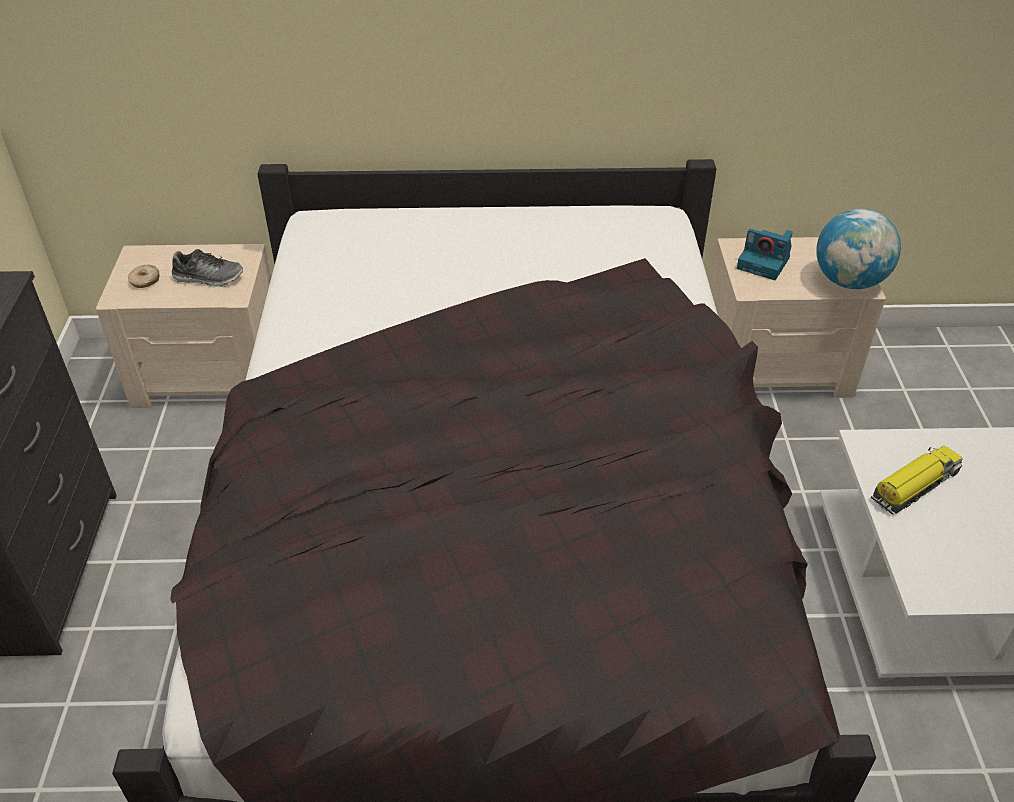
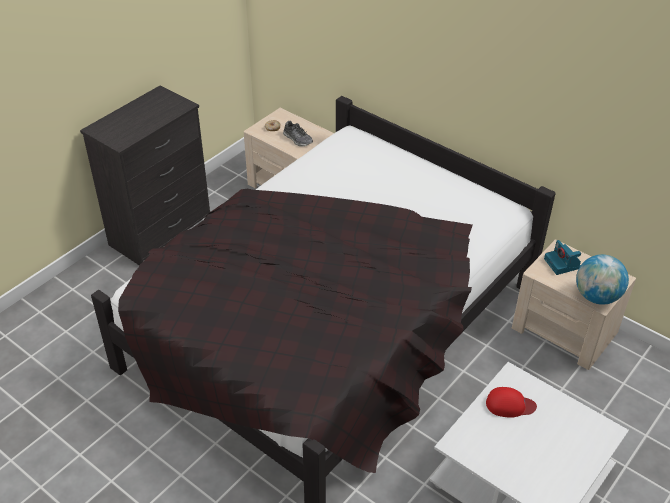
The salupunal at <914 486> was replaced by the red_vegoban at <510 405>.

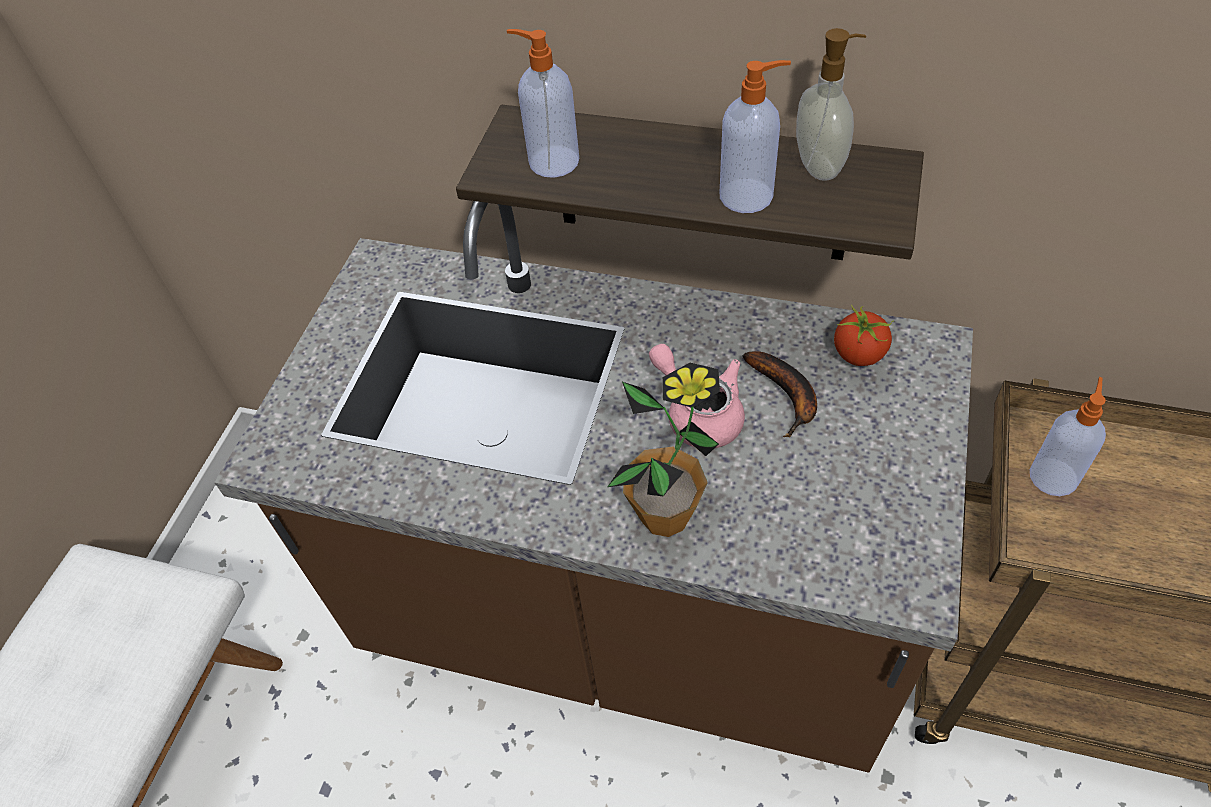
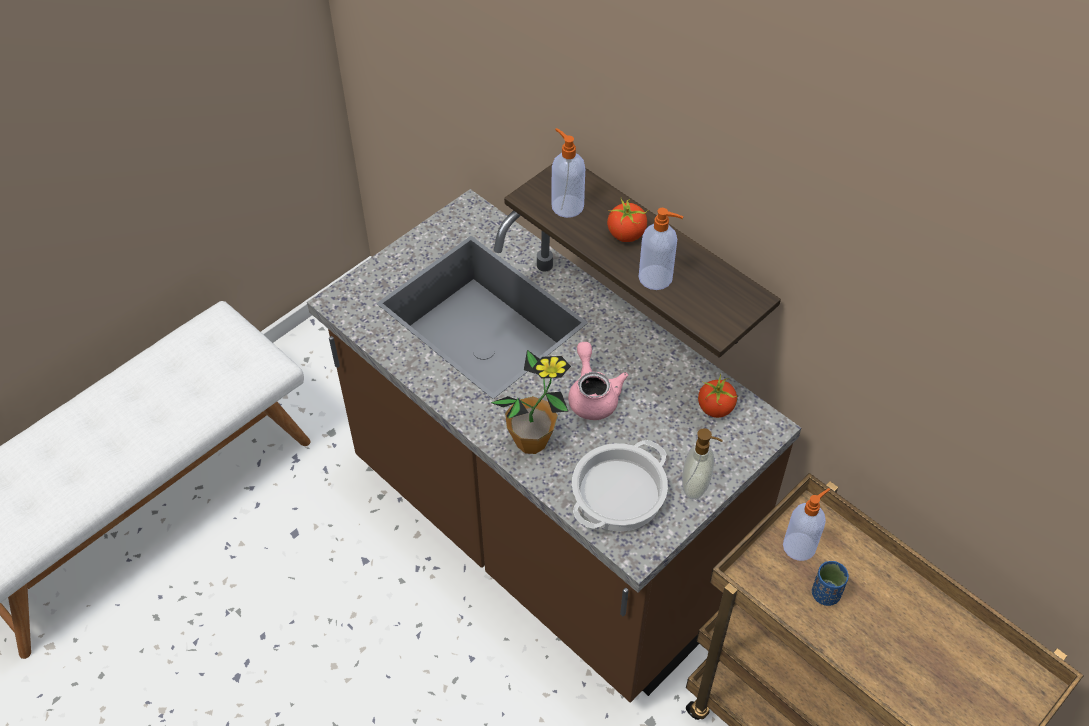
The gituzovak moved from <821 165> to <696 486>. The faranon at <787 396> disappeared. The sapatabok at <626 234> appeared. The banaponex at <619 495> appeared. The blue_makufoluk at <825 594> appeared.

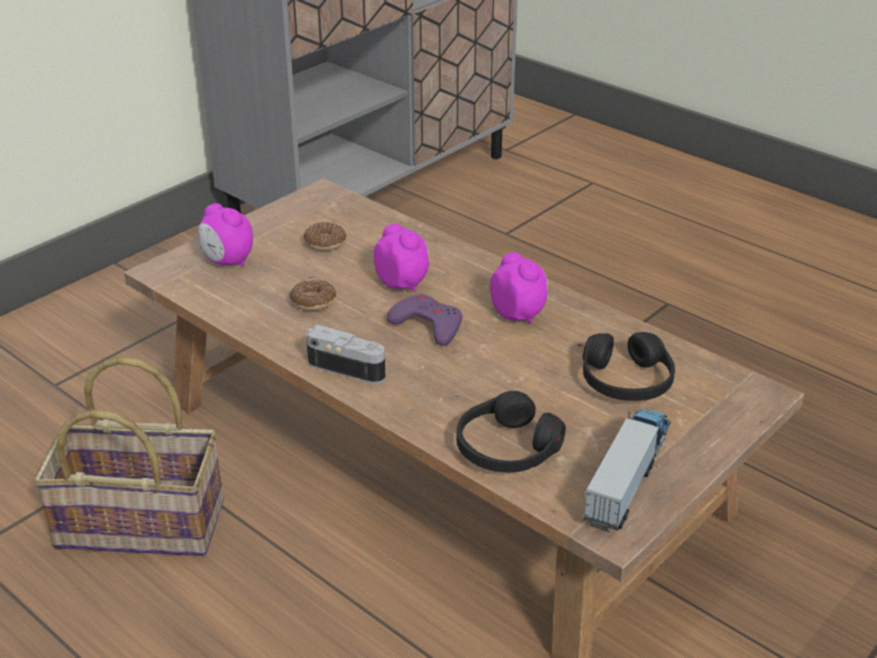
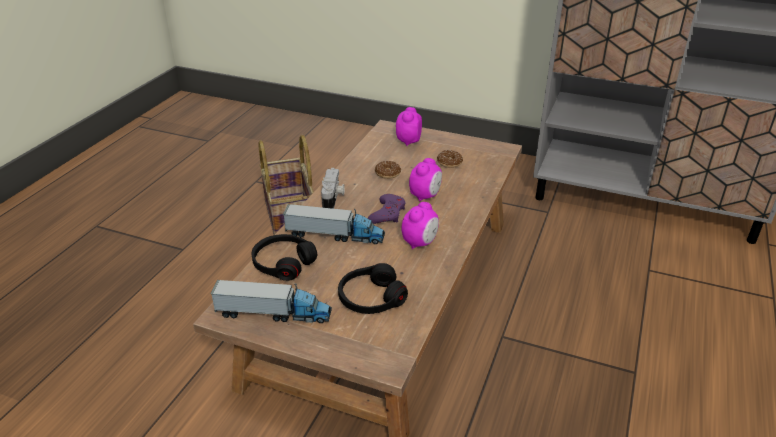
The salupunal at <335 235> appeared.

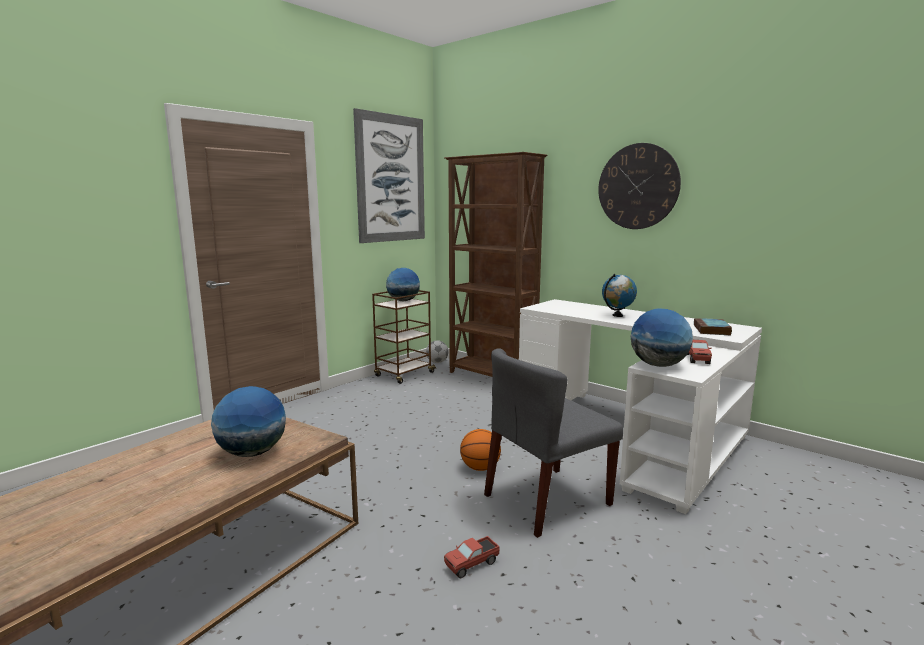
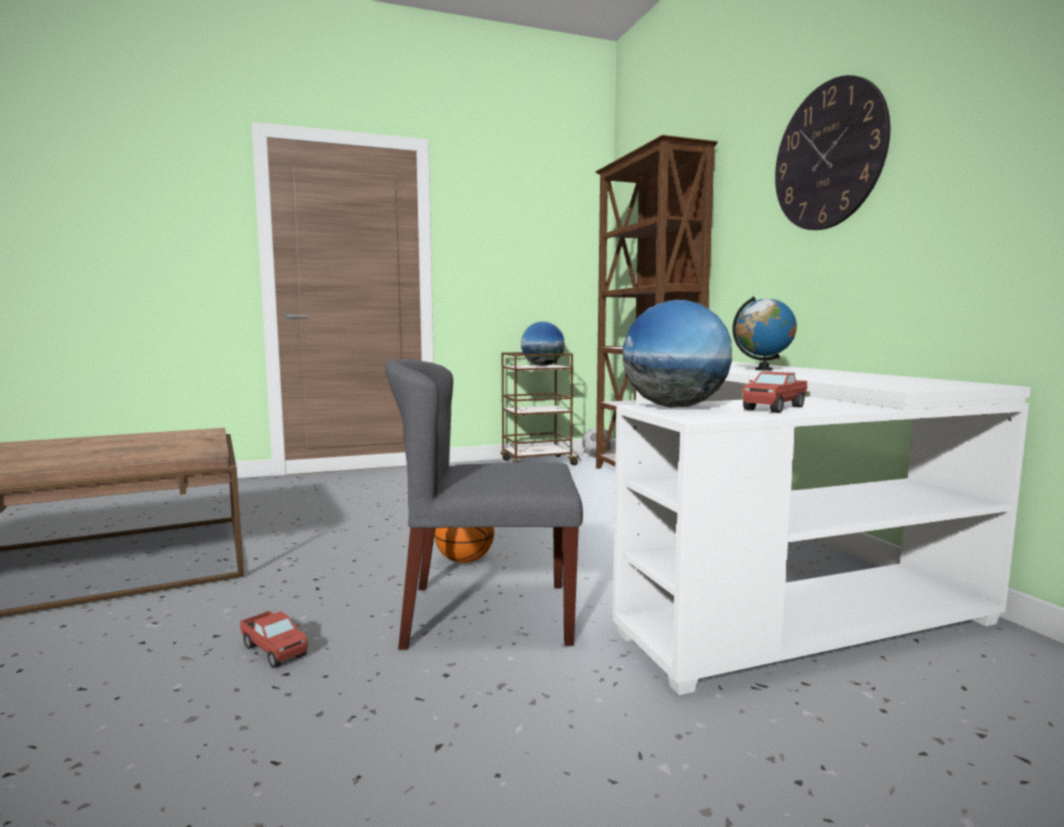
The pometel at <391 179> disappeared. The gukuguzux at <712 330> disappeared. The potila at <252 453> disappeared. The salupunal at <472 564> turned 135 degrees counterclockwise.

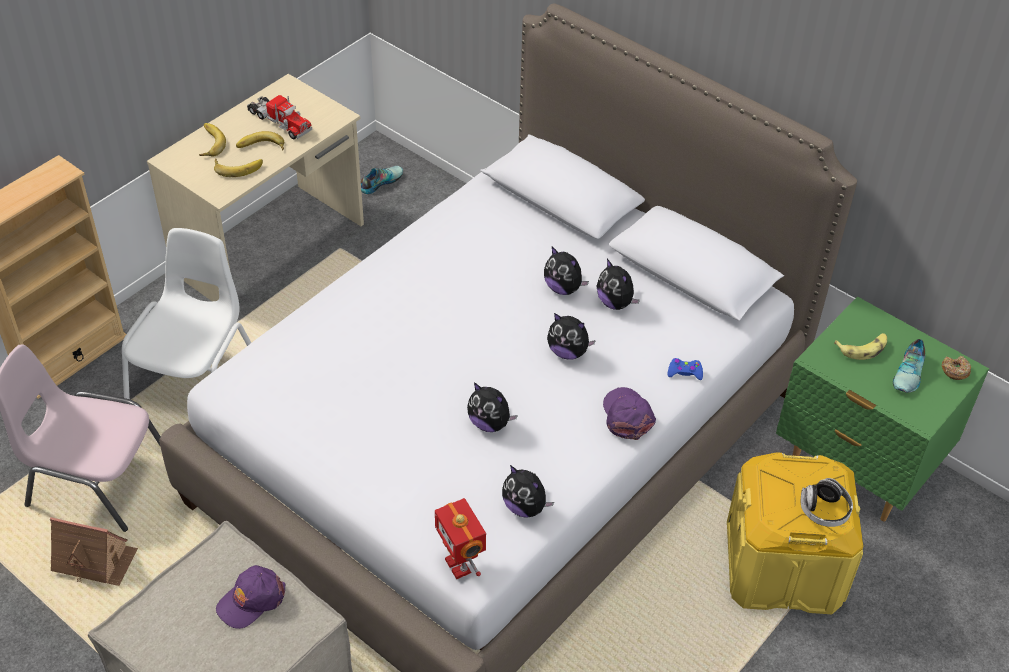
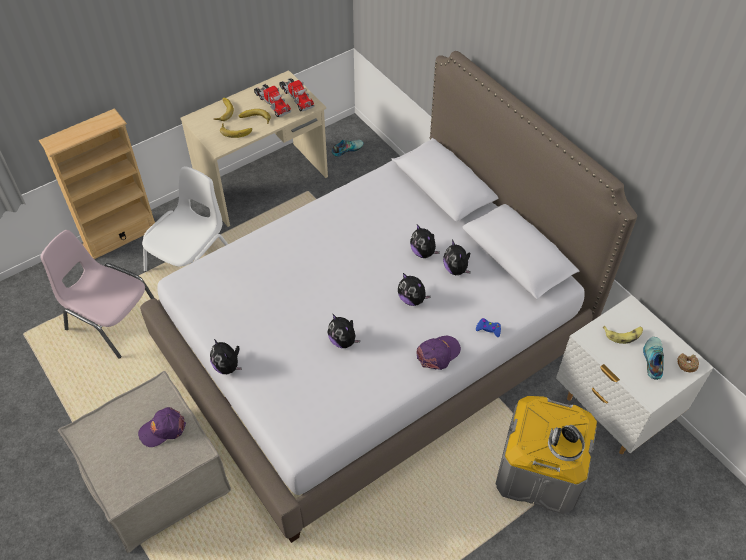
The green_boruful at <856 469> became the white_boruful at <612 412>. The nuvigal at <910 373> turned 150 degrees clockwise. The purple_vegoban at <627 416> turned 45 degrees clockwise. The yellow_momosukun at <783 566> became the grey_momosukun at <539 471>. The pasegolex moved from <525 507> to <228 366>. The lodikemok at <460 565> disappeared. The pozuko at <95 560> disappeared. The salupunal at <296 97> appeared.

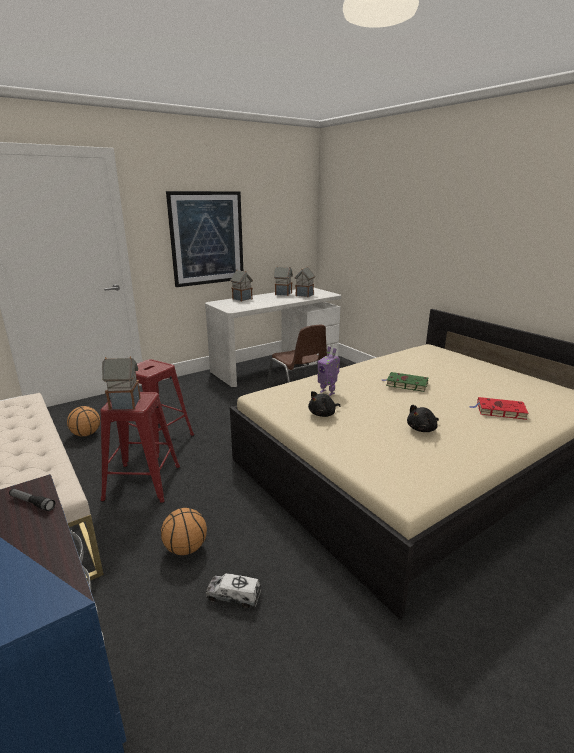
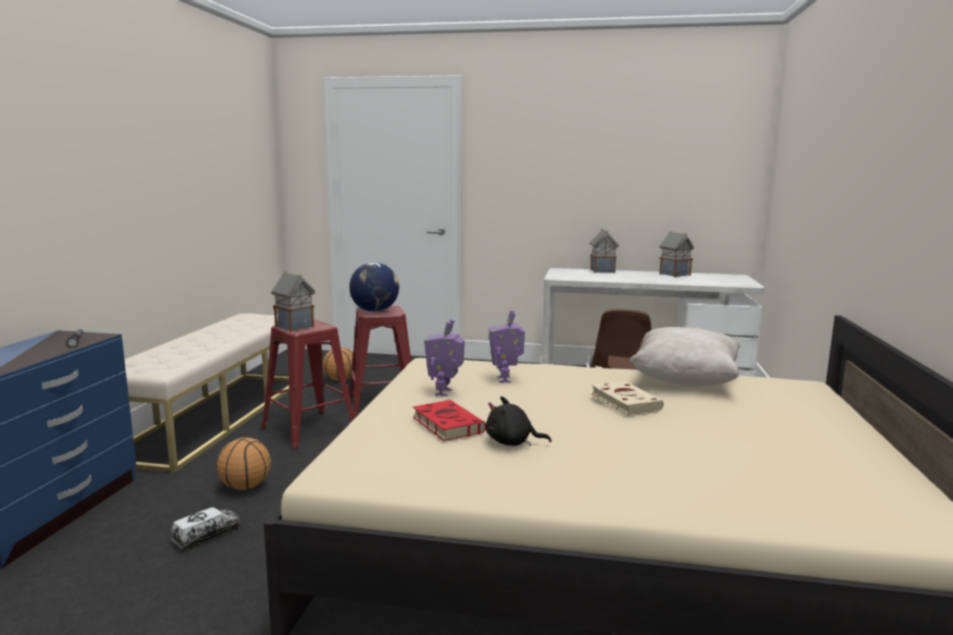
The pometel at <207 238> disappeared. The pozuko at <304 295> disappeared. The green_gukuguzux at <405 384> became the beige_gukuguzux at <623 402>. The black_pasegolex at <323 414> was replaced by the lodikemok at <444 392>. The red_gukuguzux moved from <499 411> to <446 424>. The salupunal at <233 596> turned 75 degrees clockwise. The potila at <375 311> appeared. The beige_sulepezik at <684 381> appeared.

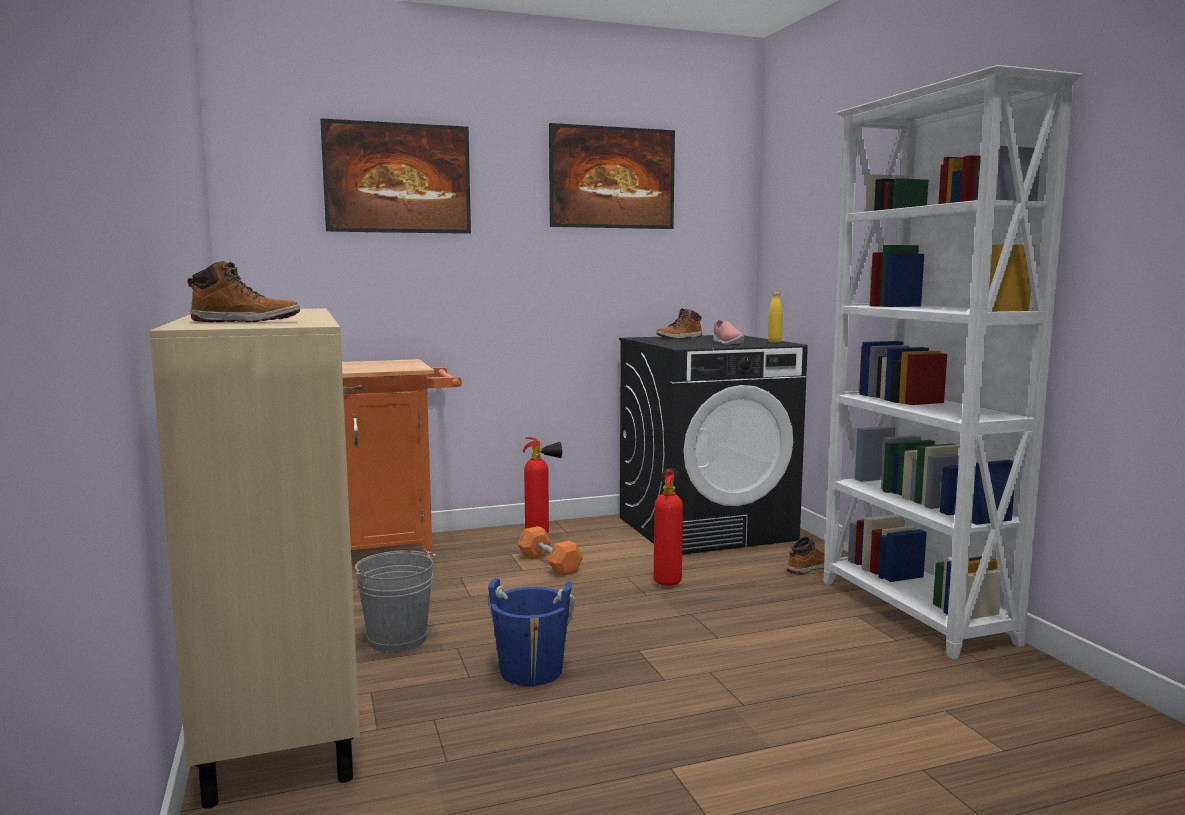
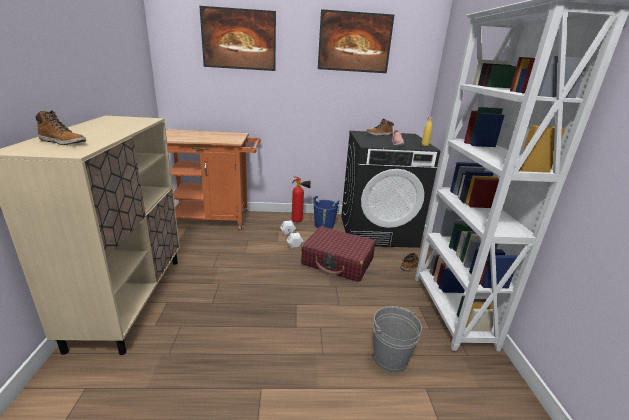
The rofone at <667 581> was replaced by the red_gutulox at <338 262>. The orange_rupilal at <549 564> became the white_rupilal at <291 240>. The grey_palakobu moved from <397 639> to <390 358>. The blue_palakobu moved from <531 671> to <324 225>.

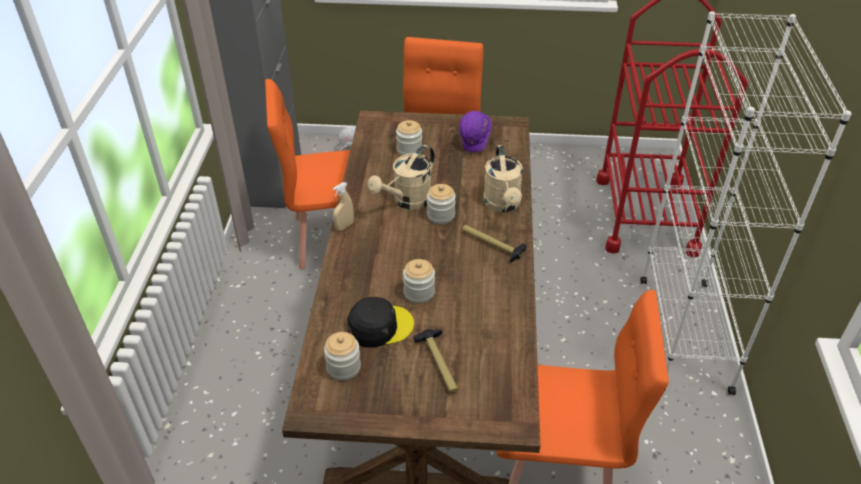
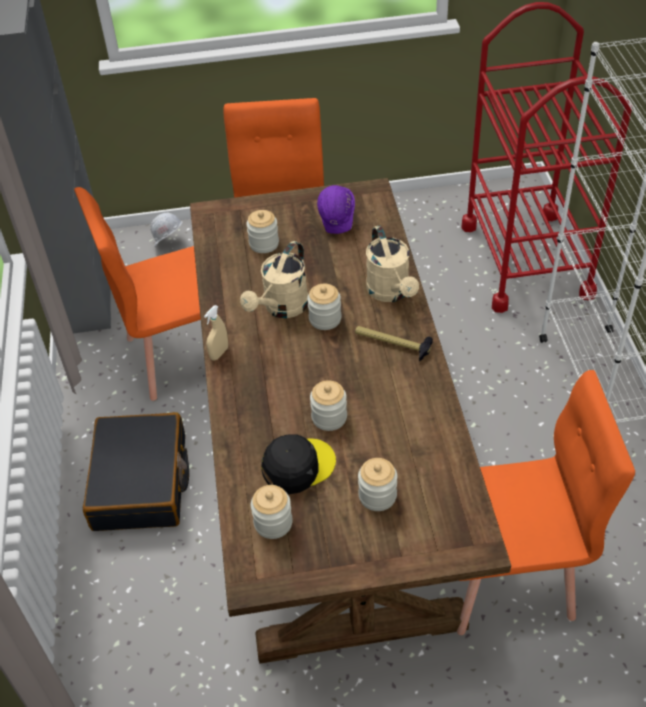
The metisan at <439 363> was replaced by the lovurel at <377 496>. The black_gutulox at <141 482> appeared.

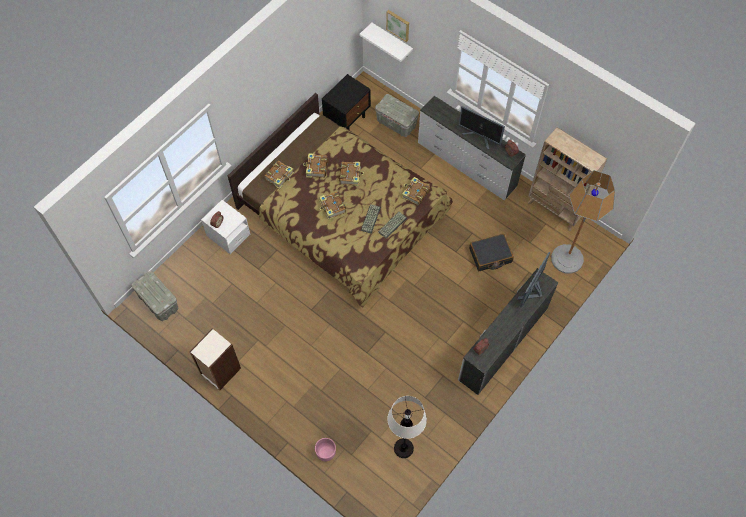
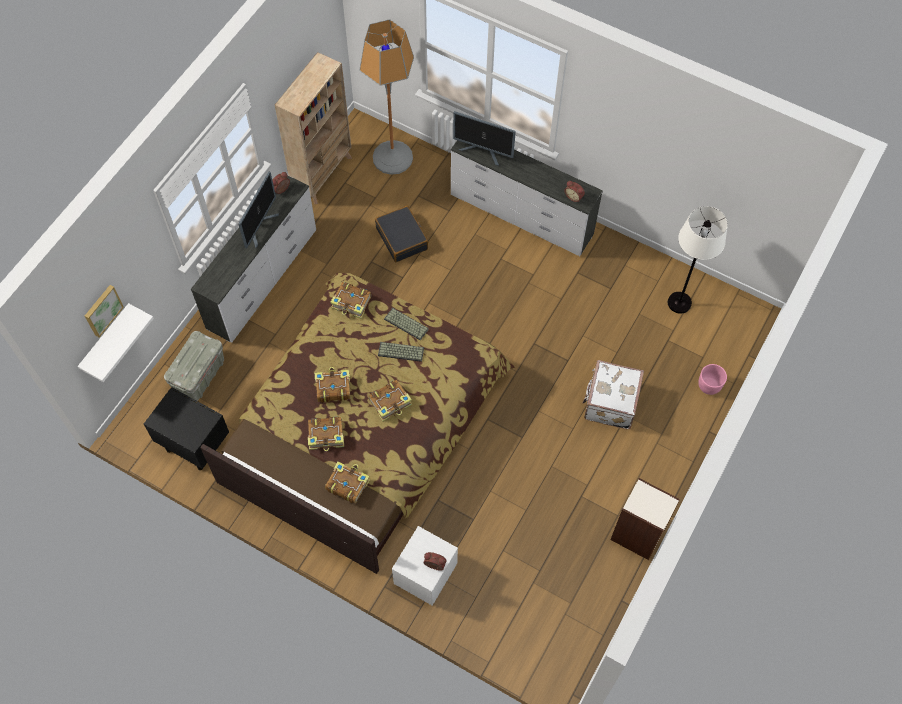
The grey_momosukun at <159 302> disappeared. The white_gutulox at <610 403> appeared.

